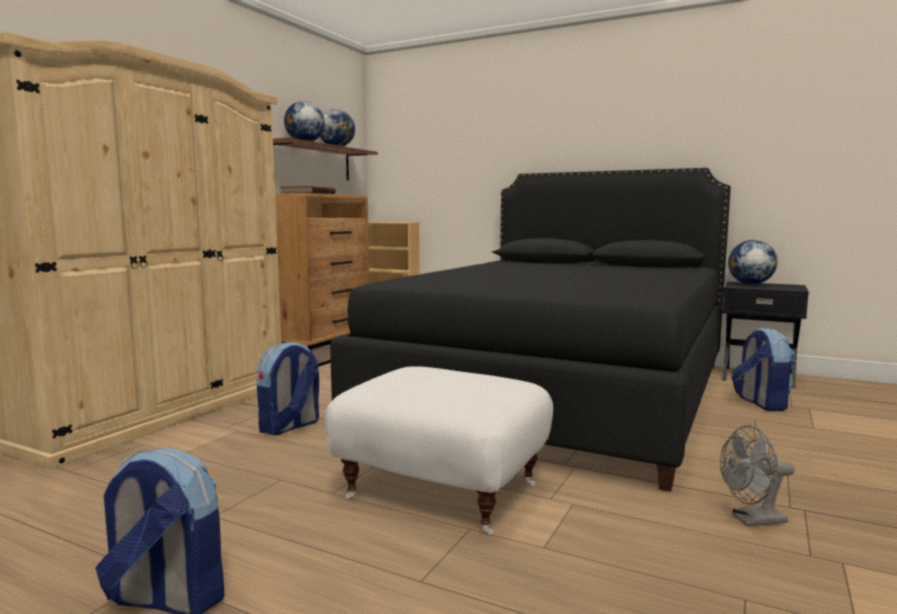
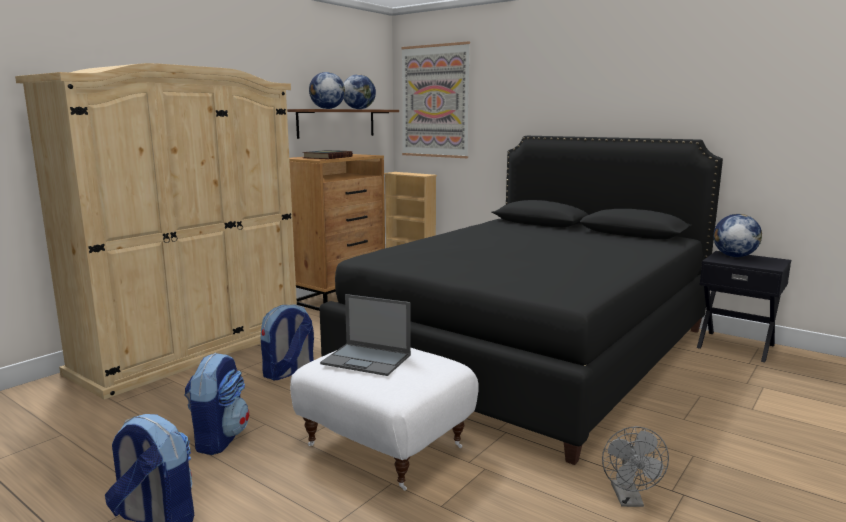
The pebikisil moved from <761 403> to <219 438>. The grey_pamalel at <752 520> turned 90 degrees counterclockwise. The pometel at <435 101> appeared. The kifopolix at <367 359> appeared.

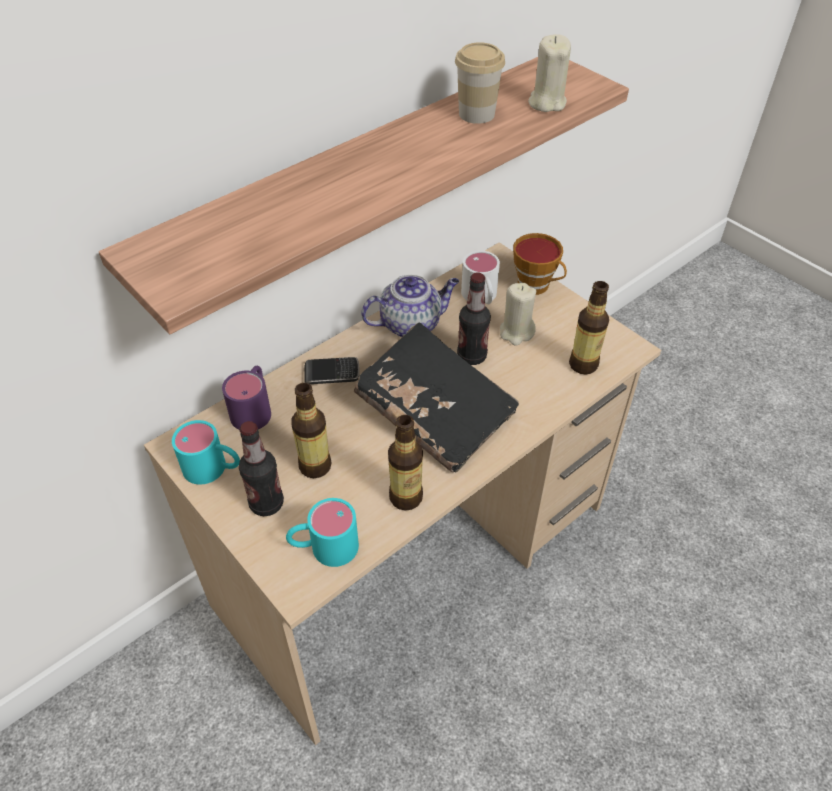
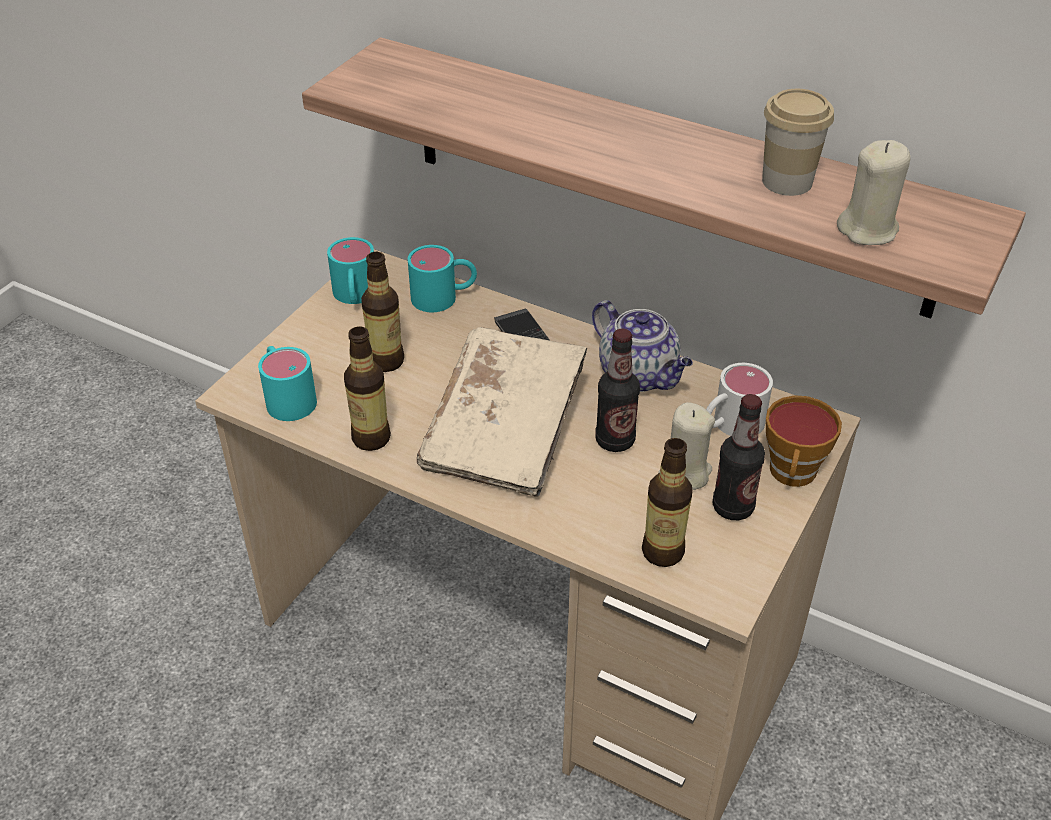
The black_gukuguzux at <435 412> became the beige_gukuguzux at <505 431>. The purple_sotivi at <254 408> became the turquoise_sotivi at <444 297>. The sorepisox moved from <266 503> to <733 507>.

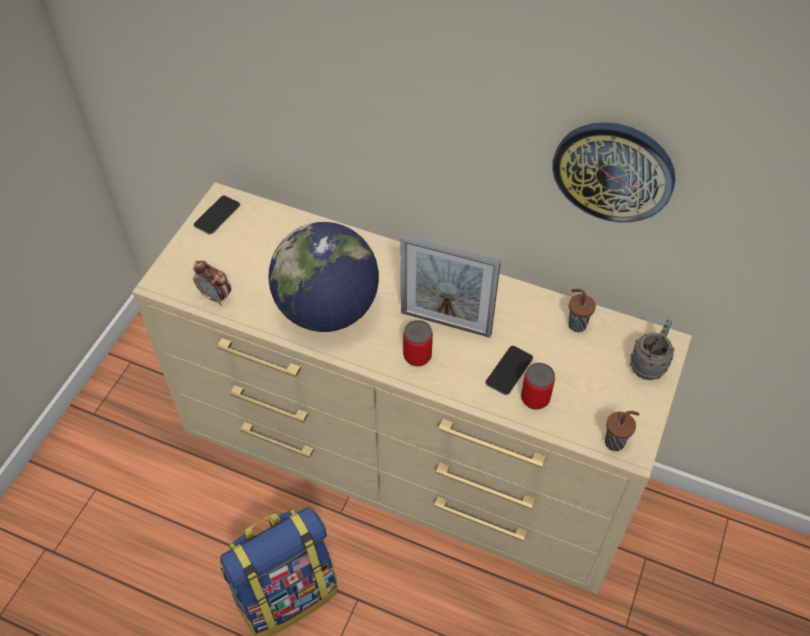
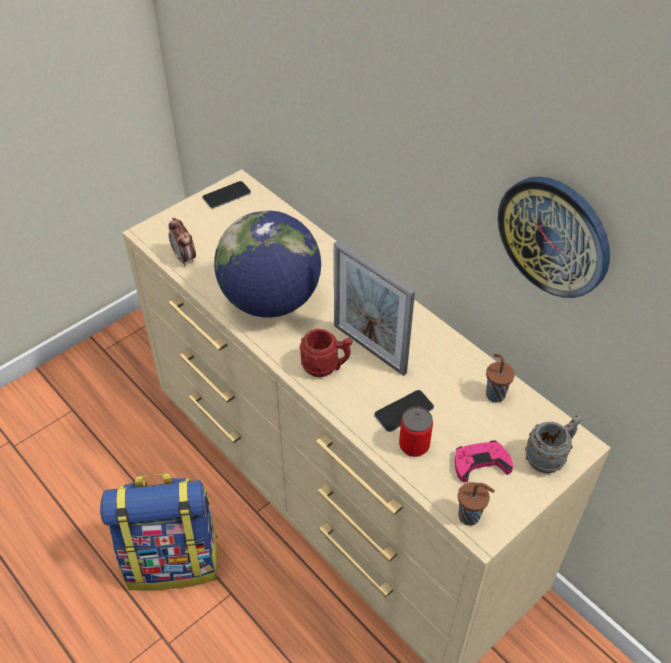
The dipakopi at <417 356> was replaced by the red_sotivi at <326 367>. The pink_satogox at <480 463> appeared.

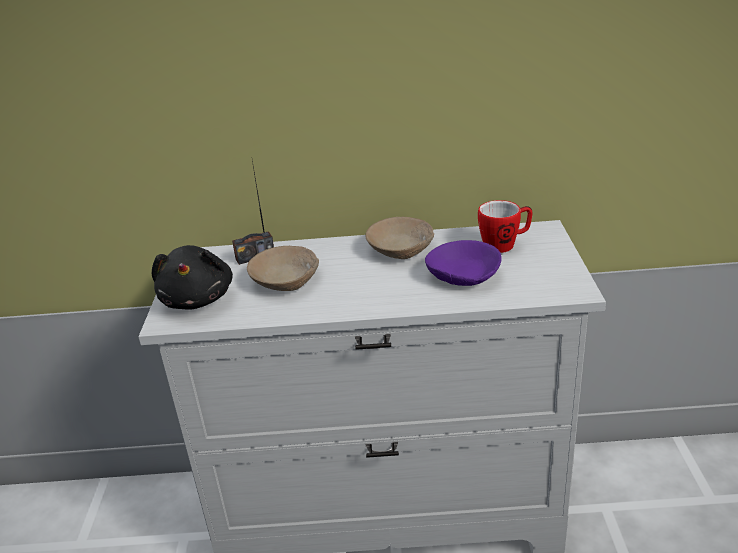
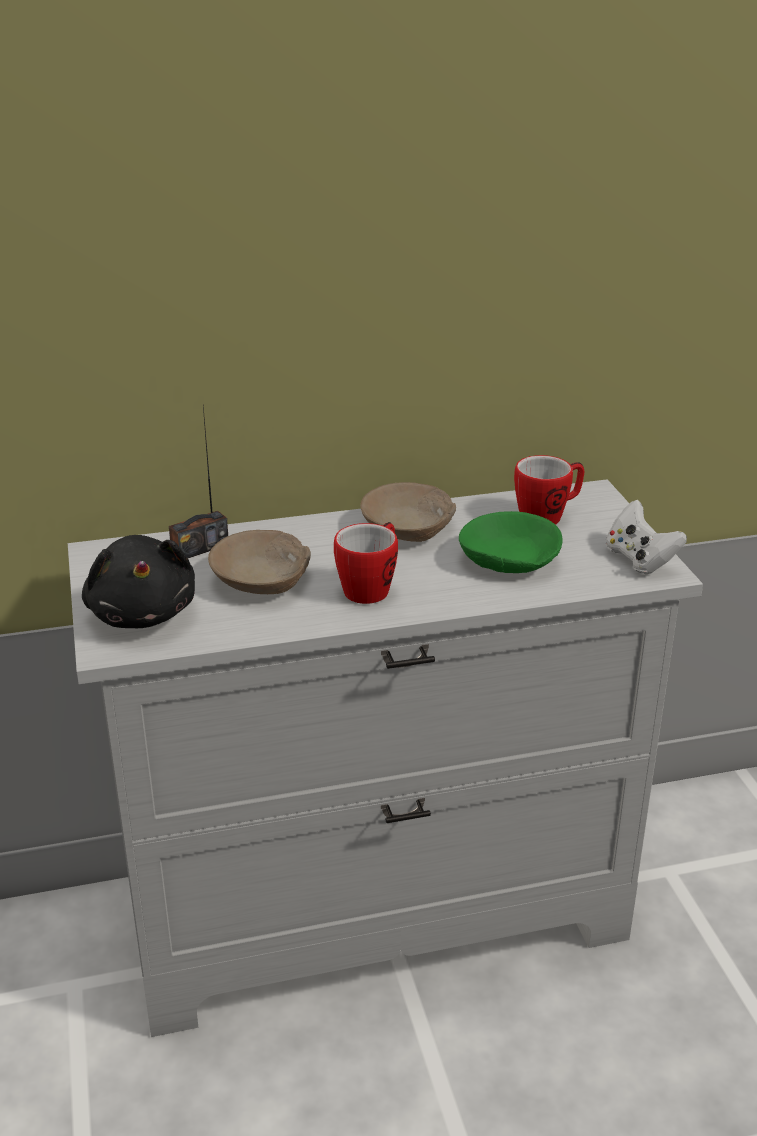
The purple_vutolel at <464 276> became the green_vutolel at <510 560>. The white_satogox at <639 559> appeared. The sotivi at <371 587> appeared.

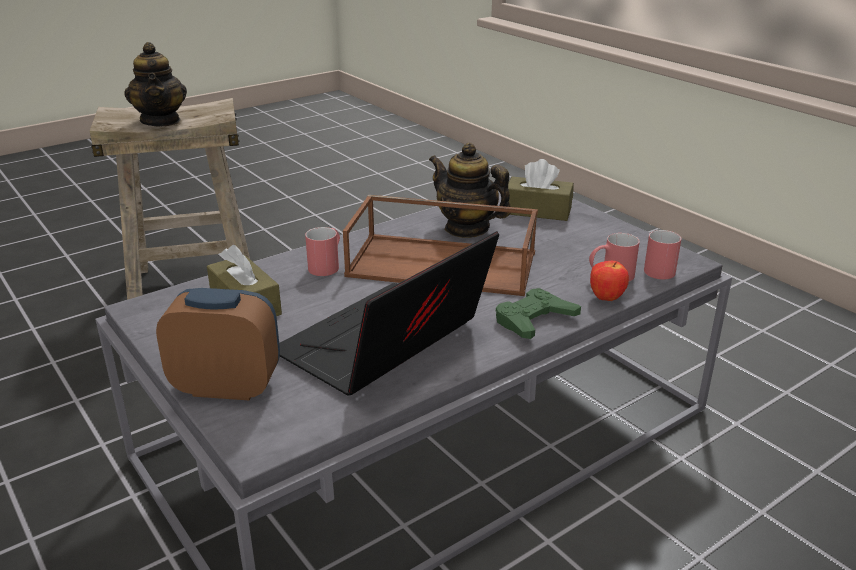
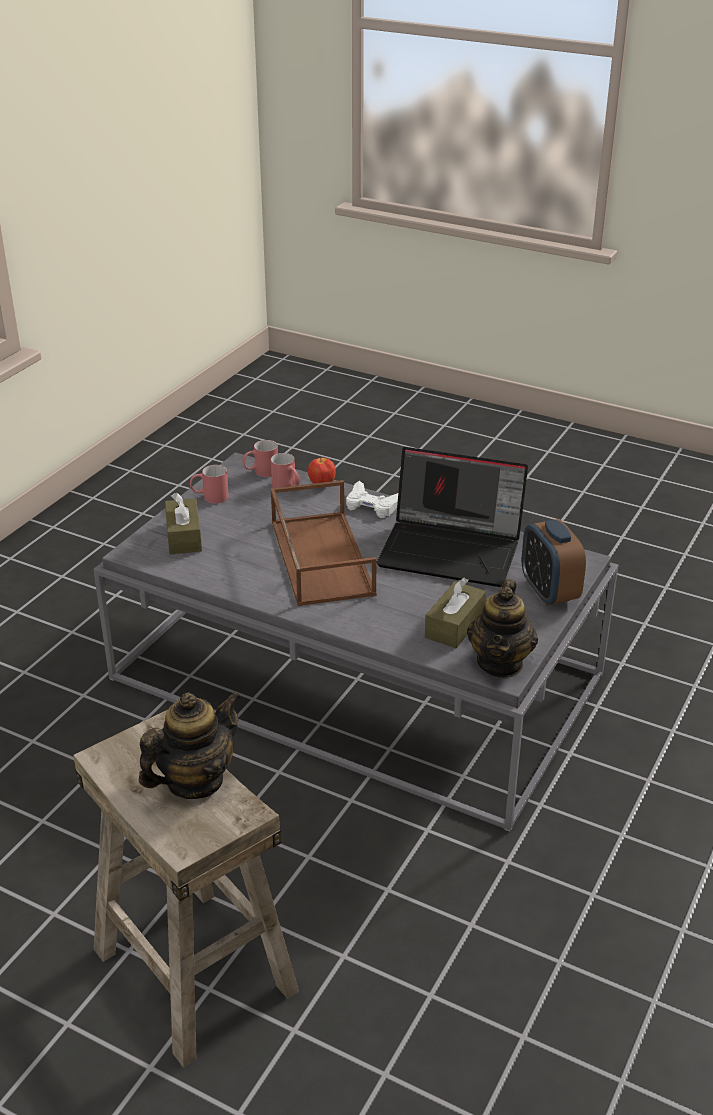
The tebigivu moved from <467 228> to <500 663>. The red_sotivi moved from <327 265> to <209 497>. The green_satogox at <534 320> became the white_satogox at <373 505>.

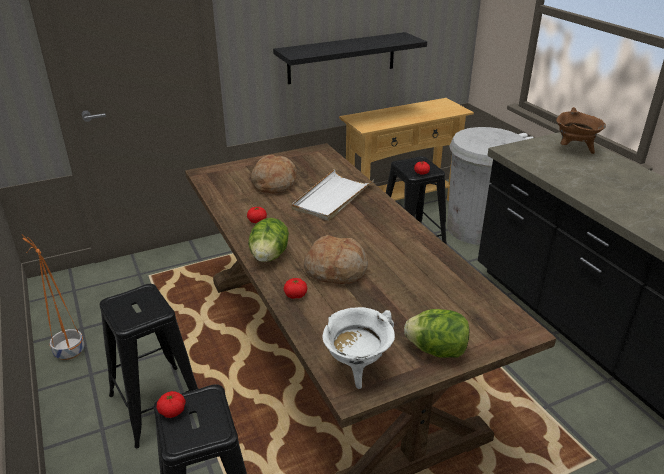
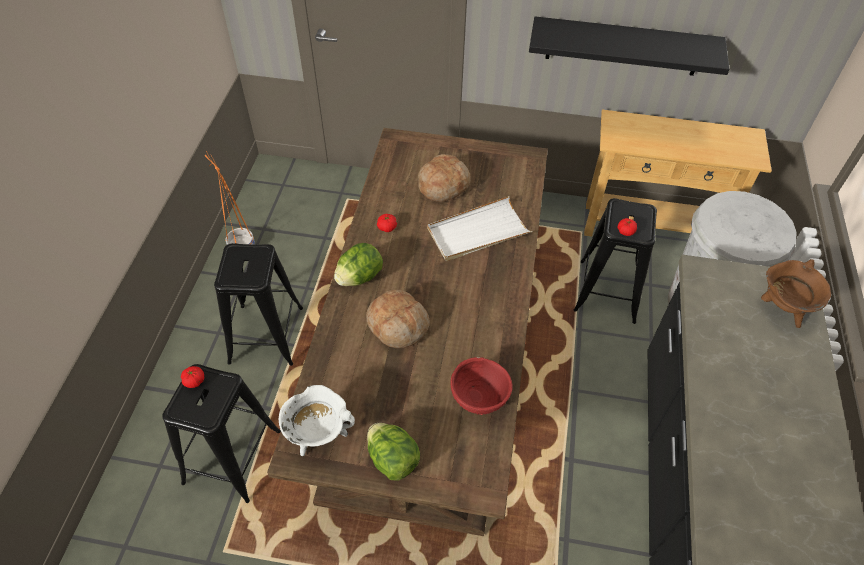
The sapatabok at <295 295> disappeared. The red_vutolel at <479 400> appeared.

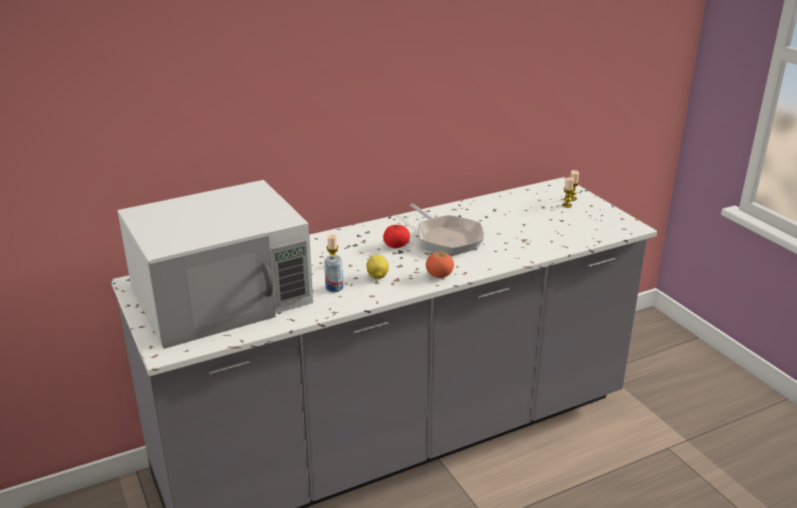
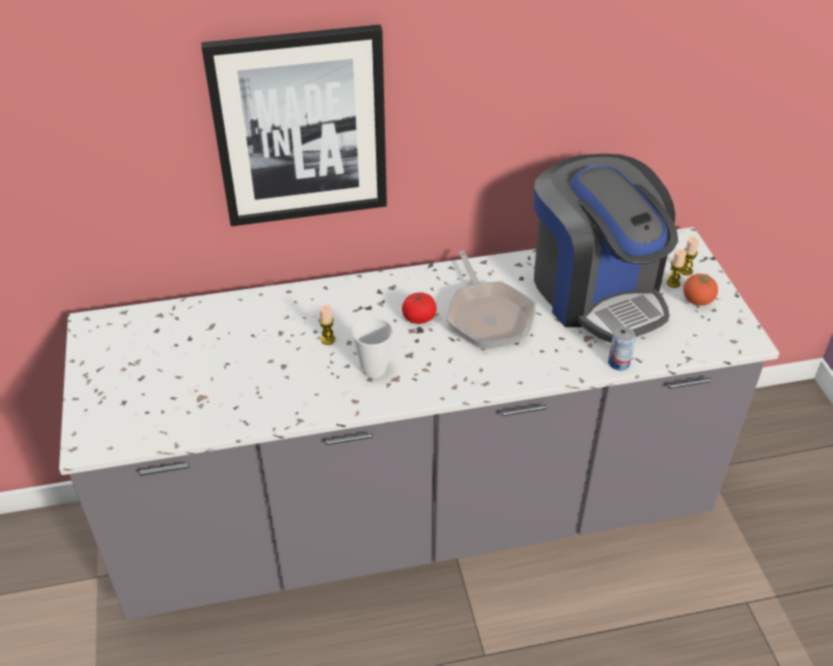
The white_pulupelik at <222 296> disappeared. The sapatabok moved from <439 276> to <697 301>. The dipakopi moved from <334 288> to <618 363>. The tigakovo at <377 277> was replaced by the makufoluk at <374 369>. The pometel at <300 128> appeared. The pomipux at <596 292> appeared.

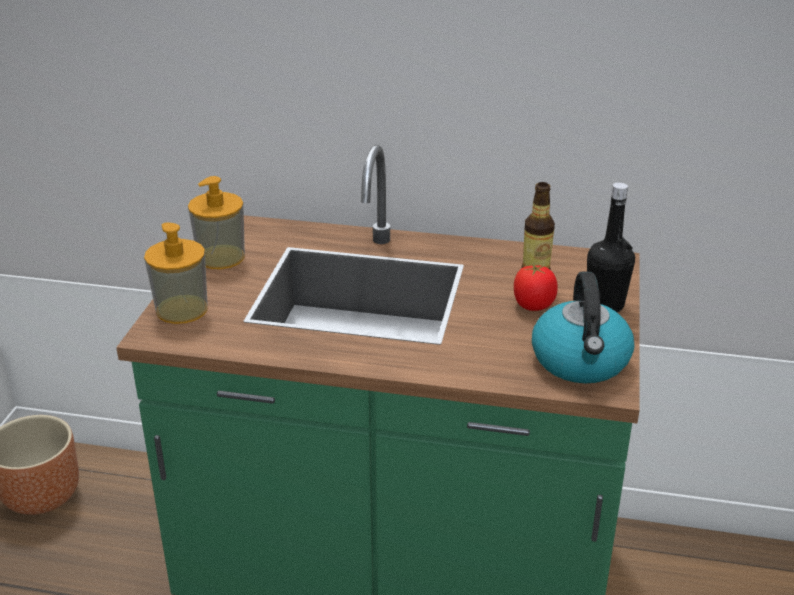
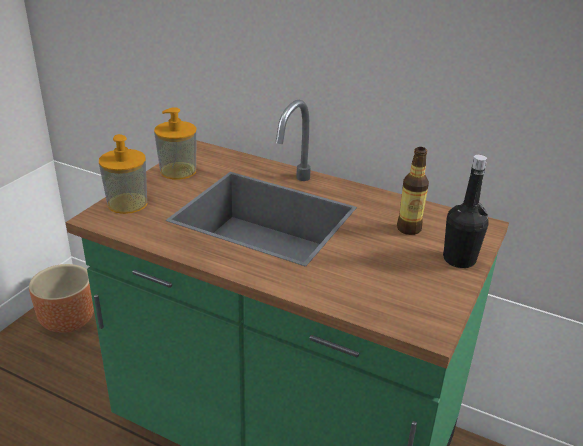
The sapatabok at <533 306> disappeared. The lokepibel at <581 361> disappeared.

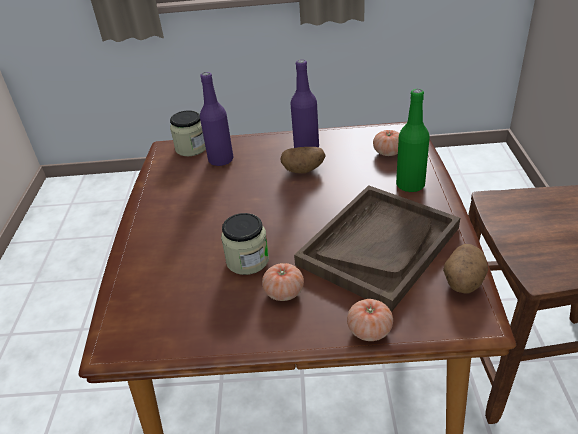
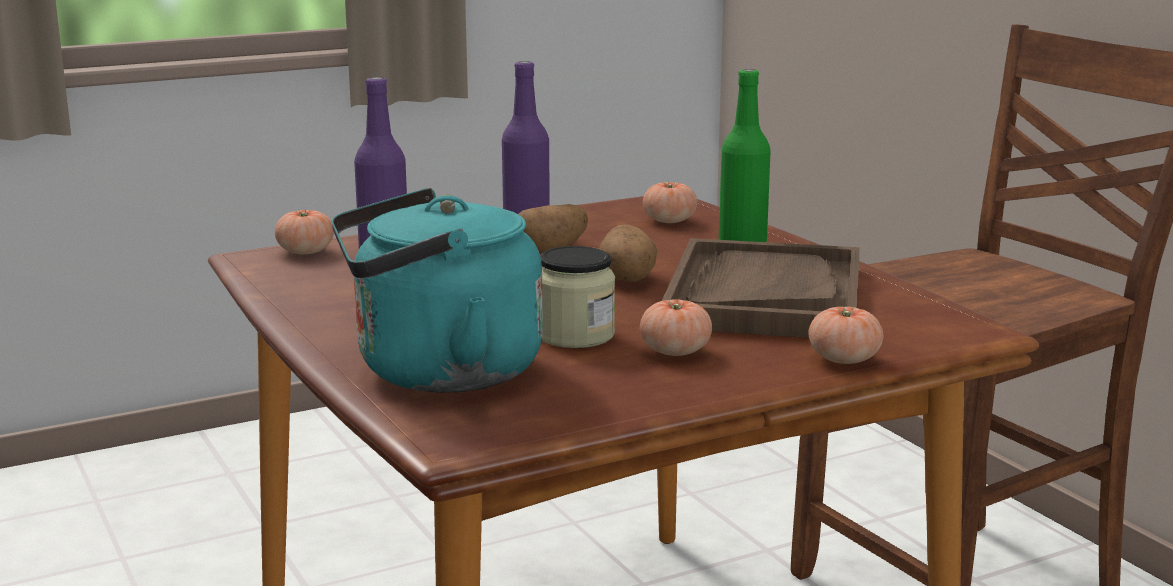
The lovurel at <191 148> was replaced by the sapatabok at <305 251>. The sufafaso moved from <463 283> to <627 279>. The turquoise_lokepibel at <437 373> appeared.

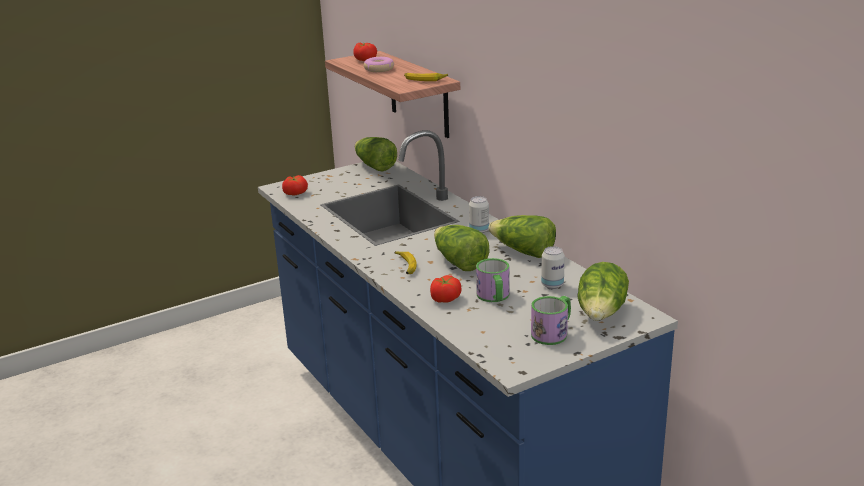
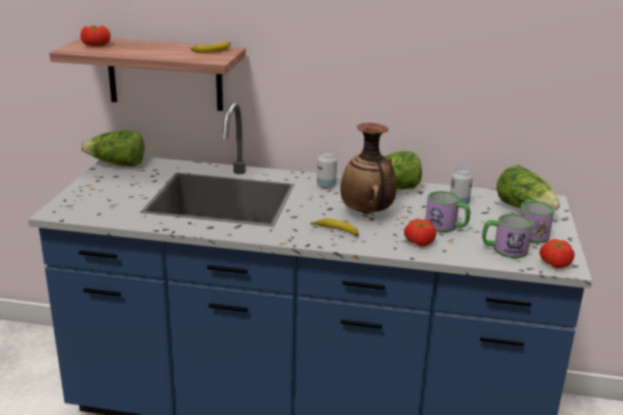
The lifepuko at <379 69> disappeared. The sapatabok moved from <295 193> to <554 263>. The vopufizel at <459 262> was replaced by the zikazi at <367 213>. The sotivi at <504 249> appeared.

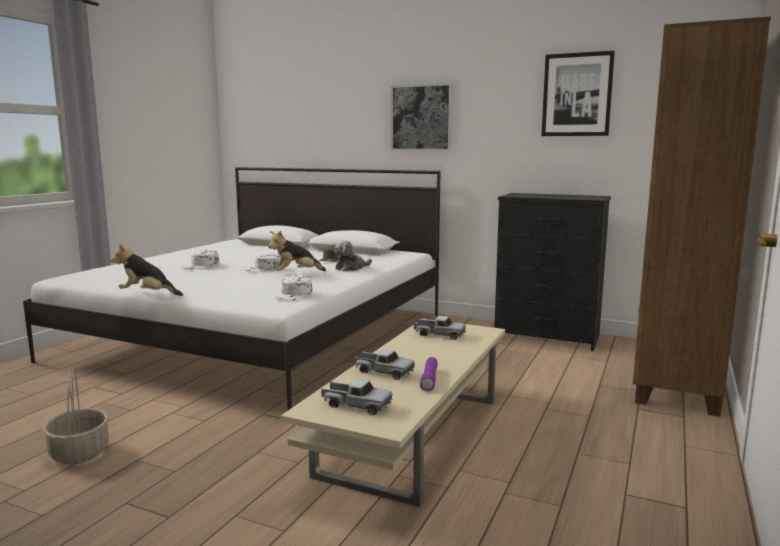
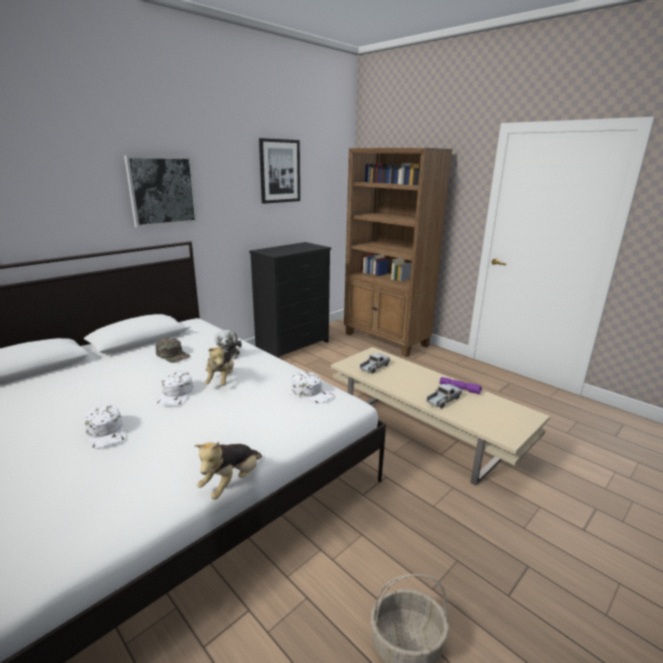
The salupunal at <356 405> disappeared.

